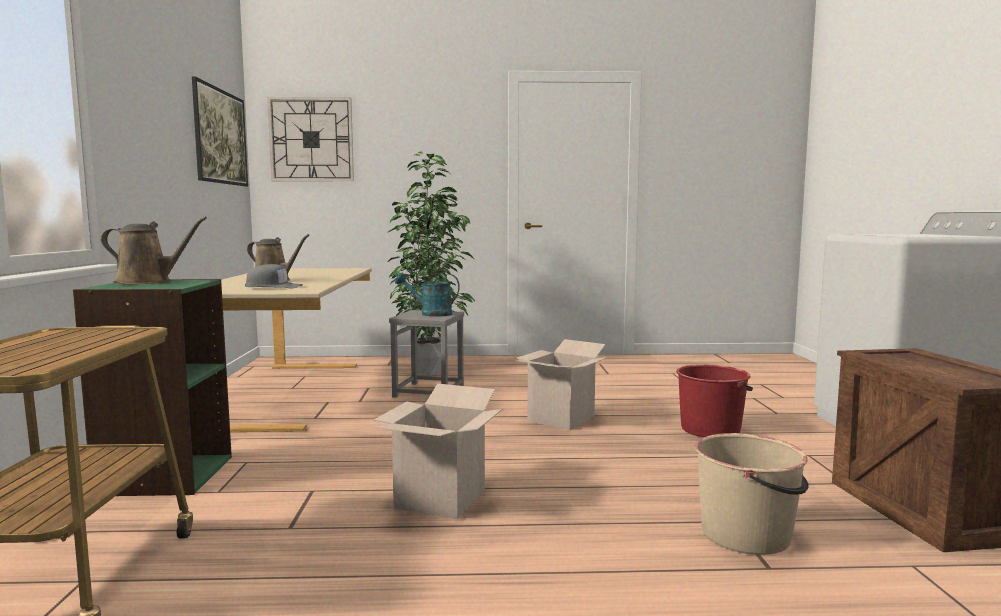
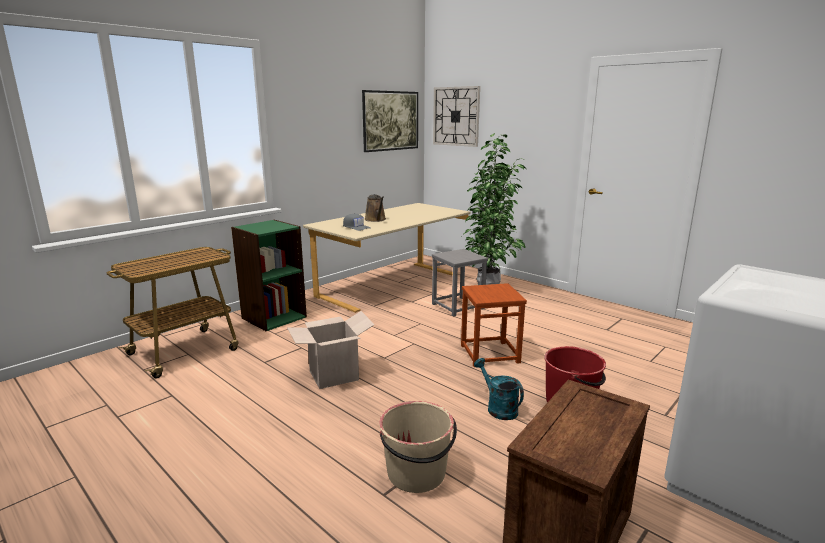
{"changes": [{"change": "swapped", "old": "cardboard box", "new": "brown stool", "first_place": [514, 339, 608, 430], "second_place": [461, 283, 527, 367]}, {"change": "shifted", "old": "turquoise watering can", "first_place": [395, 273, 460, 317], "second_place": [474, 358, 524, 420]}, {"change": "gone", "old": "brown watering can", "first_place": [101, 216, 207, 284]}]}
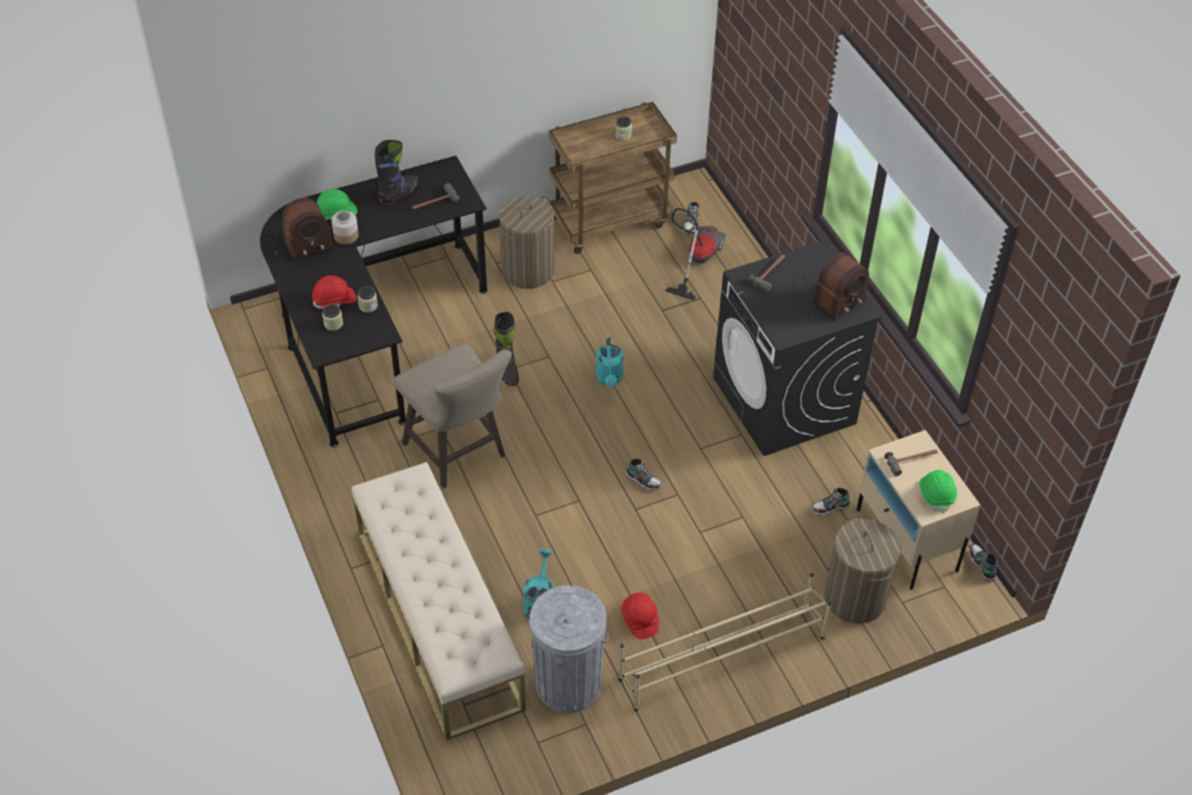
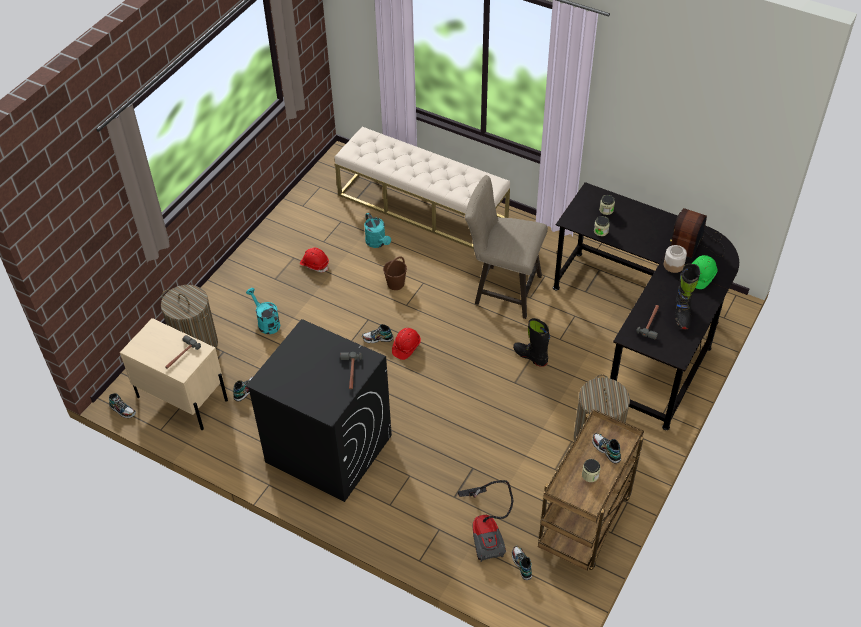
{"changes": [{"change": "shifted", "old": "turquoise watering can", "first_place": [596, 337, 623, 387], "second_place": [246, 288, 280, 334]}, {"change": "new", "new": "brown bucket", "second_place": [383, 256, 407, 290]}, {"change": "shifted", "old": "red hard hat", "first_place": [312, 275, 357, 309], "second_place": [392, 328, 421, 360]}, {"change": "new", "new": "shoe", "second_place": [592, 433, 621, 463]}, {"change": "gone", "old": "grey trash can", "first_place": [529, 585, 609, 713]}, {"change": "gone", "old": "beige shoe rack", "first_place": [618, 573, 832, 711]}, {"change": "gone", "old": "radio", "first_place": [788, 252, 869, 321]}, {"change": "gone", "old": "green hard hat", "first_place": [919, 470, 957, 514]}]}
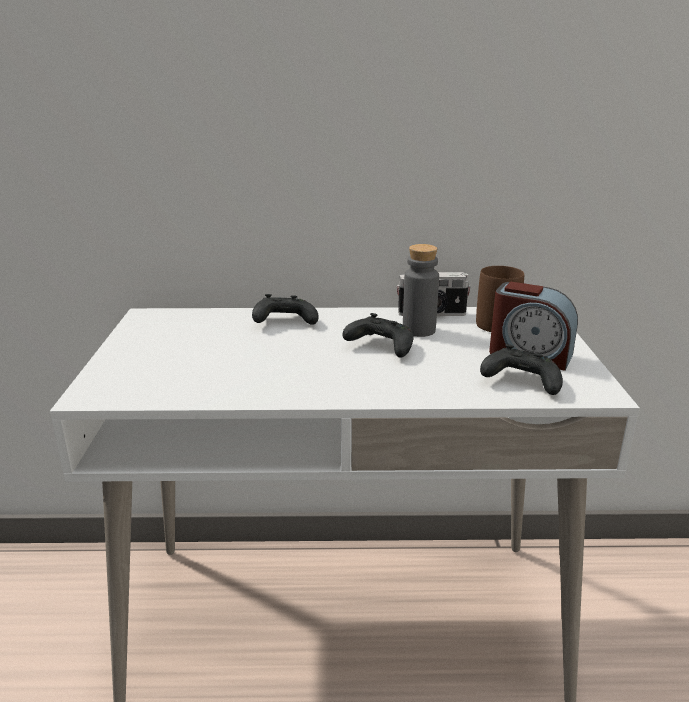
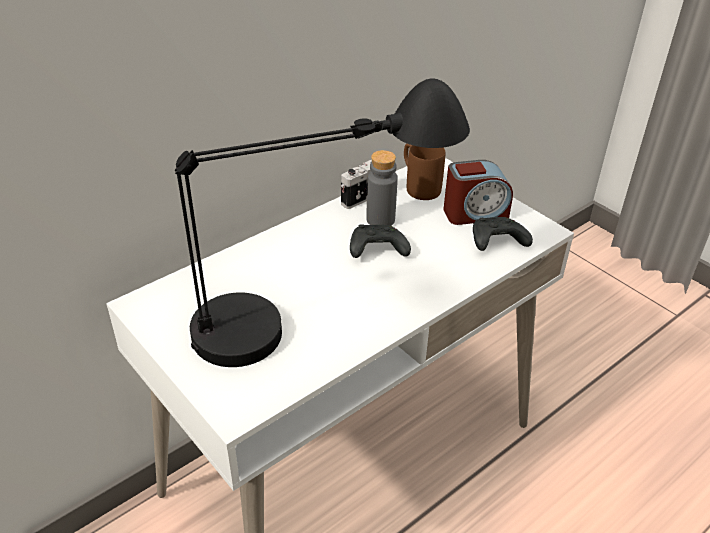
{"changes": [{"change": "new", "new": "black table lamp", "second_place": [175, 78, 470, 367]}, {"change": "gone", "old": "black game controller", "first_place": [252, 294, 319, 325]}]}
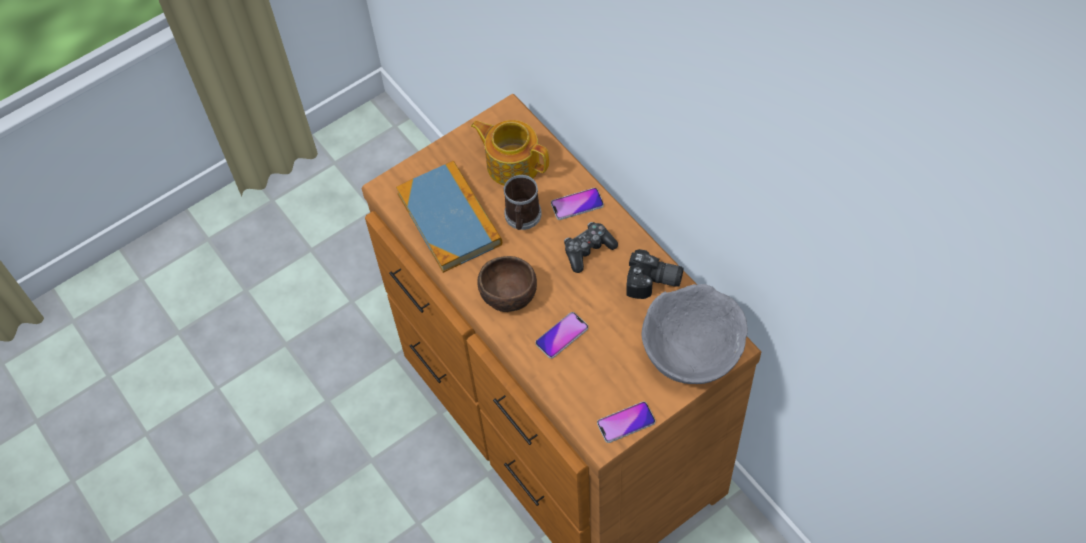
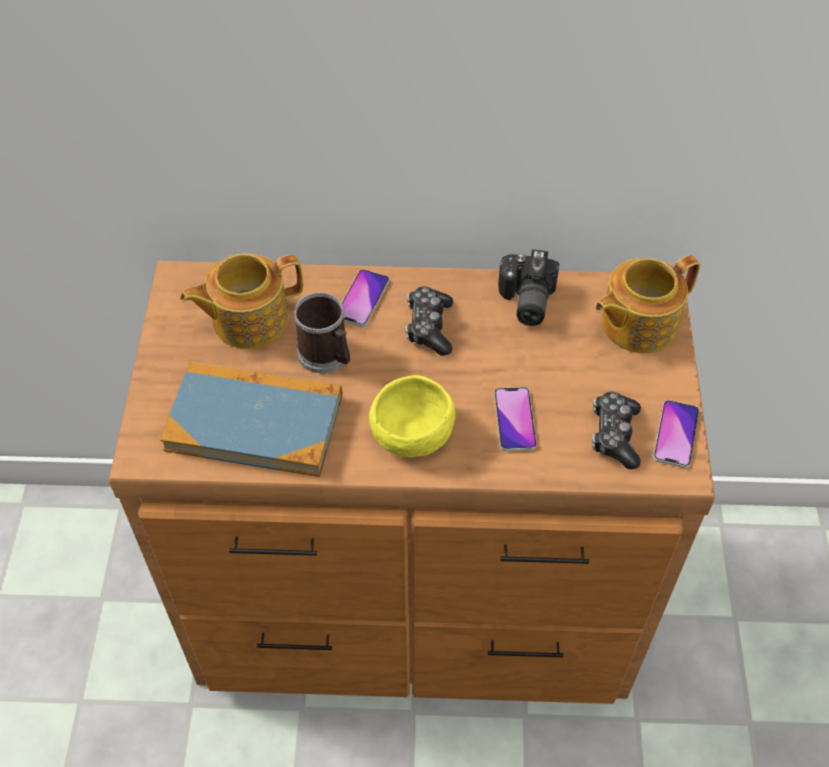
{"changes": [{"change": "repainted", "old": "brown bowl", "new": "yellow bowl", "first_place": [477, 256, 537, 312], "second_place": [369, 375, 456, 457]}, {"change": "rotated", "old": "photo camera", "first_place": [626, 249, 684, 299], "second_place": [498, 249, 559, 326], "degrees": 135}, {"change": "new", "new": "game controller", "second_place": [592, 392, 641, 469]}, {"change": "swapped", "old": "grey bowl", "new": "teapot", "first_place": [641, 284, 748, 384], "second_place": [595, 255, 700, 353]}]}
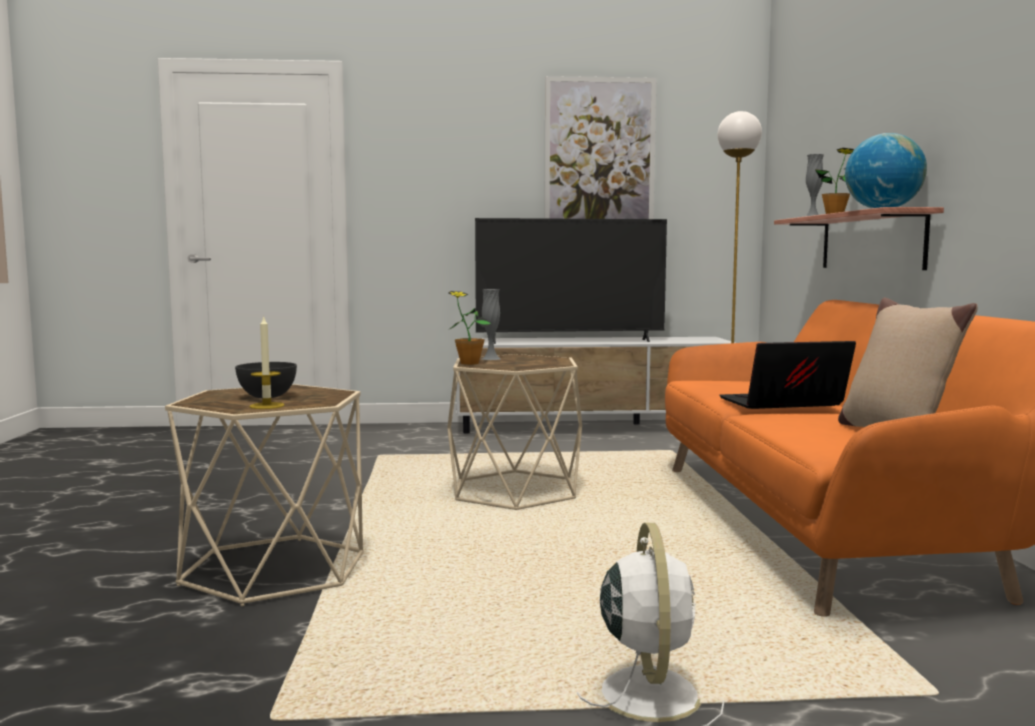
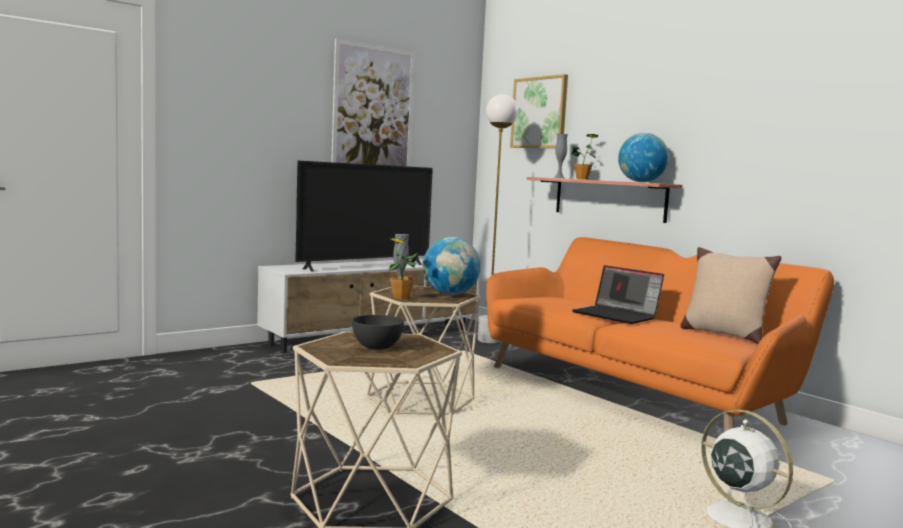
{"changes": [{"change": "new", "new": "globe", "second_place": [423, 237, 481, 295]}, {"change": "new", "new": "picture", "second_place": [510, 74, 568, 148]}, {"change": "rotated", "old": "laptop", "first_place": [719, 341, 856, 409], "second_place": [572, 265, 664, 324], "degrees": -90}, {"change": "gone", "old": "candle", "first_place": [250, 315, 284, 409]}]}
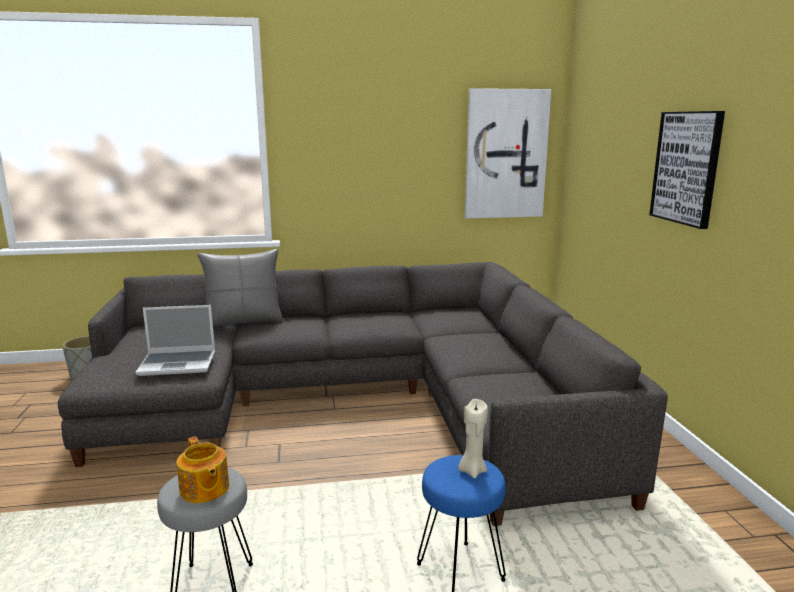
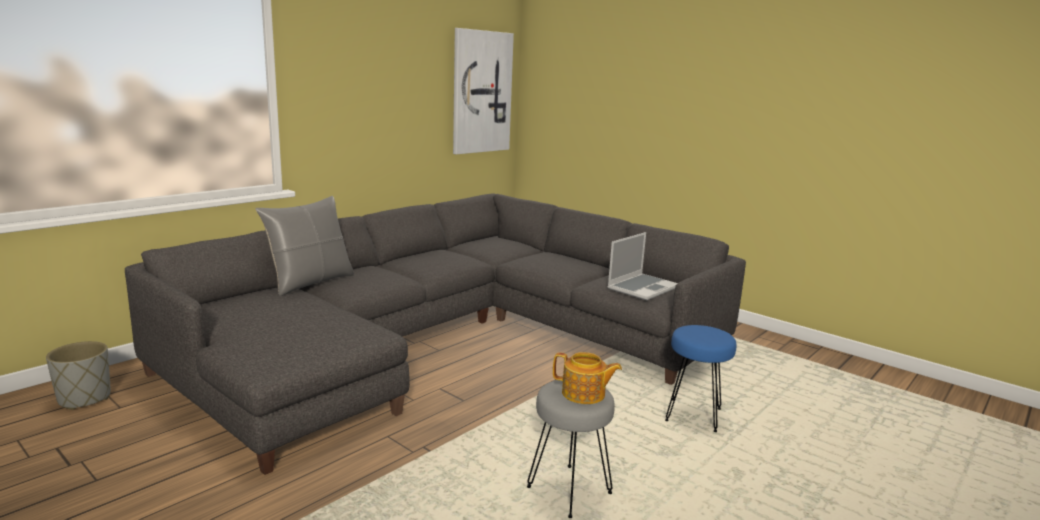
{"changes": [{"change": "shifted", "old": "laptop", "first_place": [136, 305, 215, 376], "second_place": [607, 232, 678, 300]}, {"change": "gone", "old": "beige candle", "first_place": [458, 399, 488, 479]}, {"change": "gone", "old": "picture", "first_place": [649, 111, 725, 229]}]}
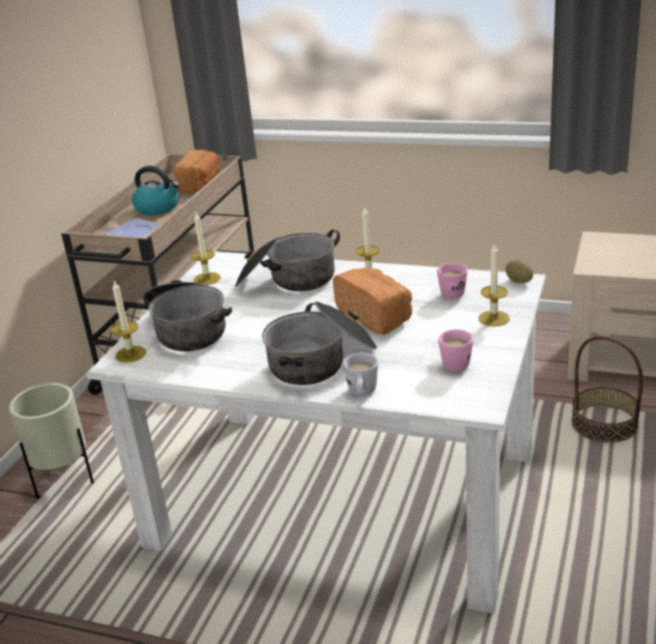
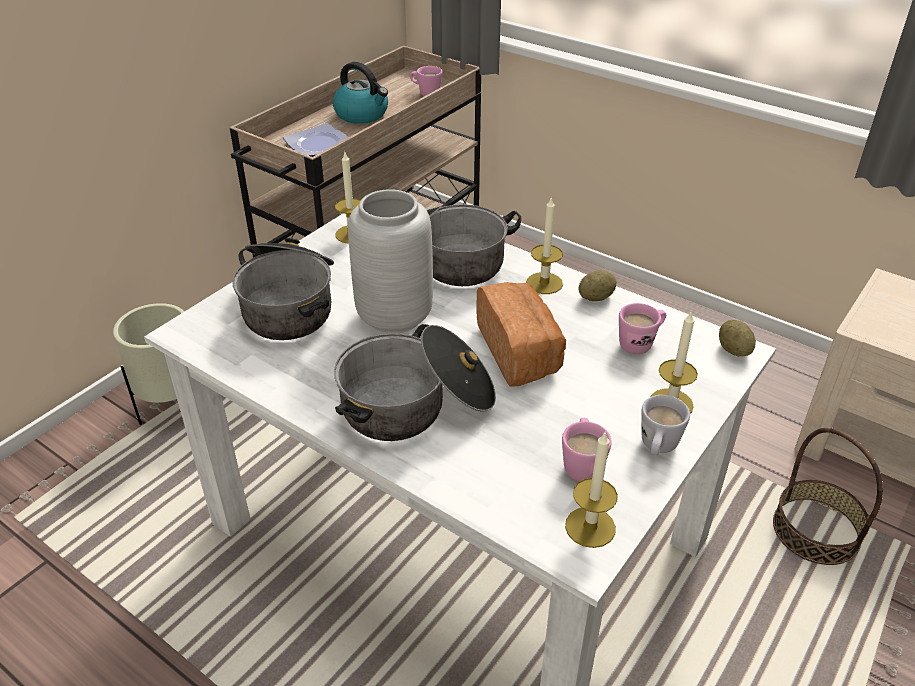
{"changes": [{"change": "new", "new": "grey vase", "second_place": [348, 189, 433, 333]}, {"change": "swapped", "old": "bread", "new": "pink mug", "first_place": [174, 150, 220, 193], "second_place": [410, 66, 443, 96]}, {"change": "shifted", "old": "candle", "first_place": [112, 281, 146, 363], "second_place": [565, 431, 618, 548]}, {"change": "new", "new": "potato", "second_place": [579, 271, 617, 301]}, {"change": "shifted", "old": "white mug", "first_place": [343, 353, 378, 396], "second_place": [641, 395, 690, 455]}]}
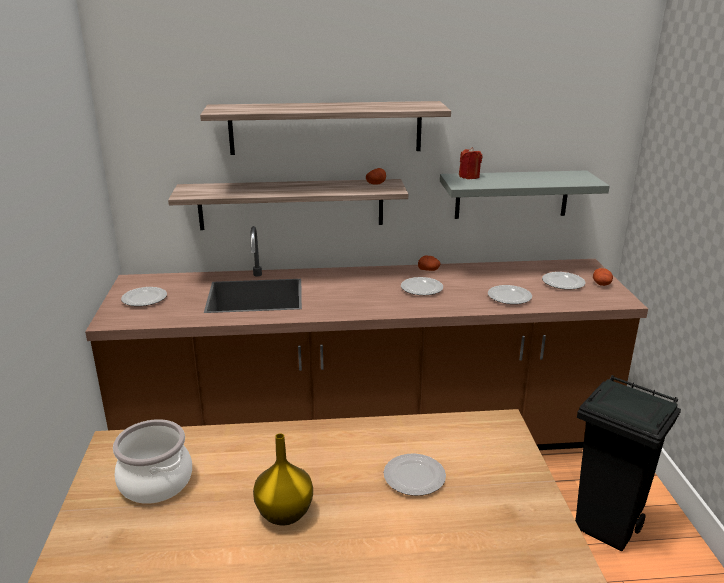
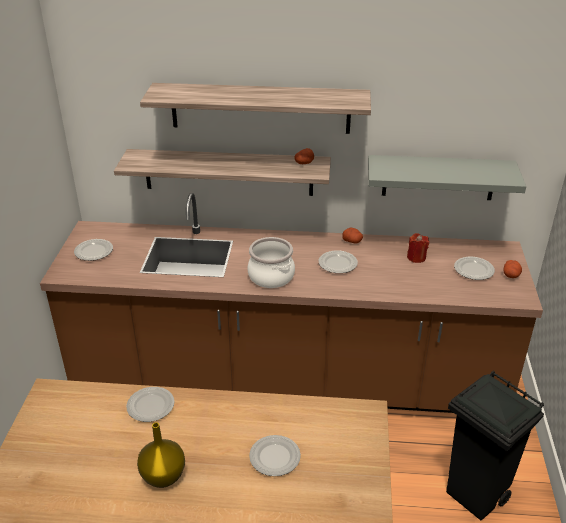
{"changes": [{"change": "shifted", "old": "plate", "first_place": [488, 285, 532, 304], "second_place": [126, 387, 175, 422]}, {"change": "shifted", "old": "cooking pot", "first_place": [113, 419, 192, 504], "second_place": [248, 237, 295, 288]}, {"change": "shifted", "old": "red candle", "first_place": [459, 147, 482, 179], "second_place": [407, 233, 429, 263]}]}
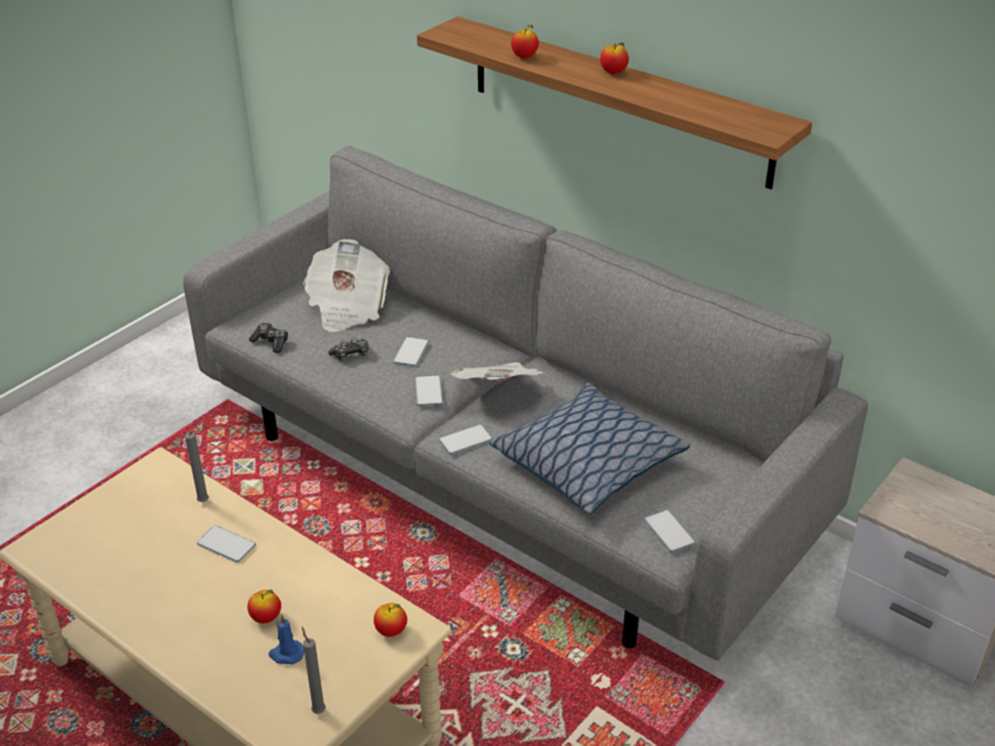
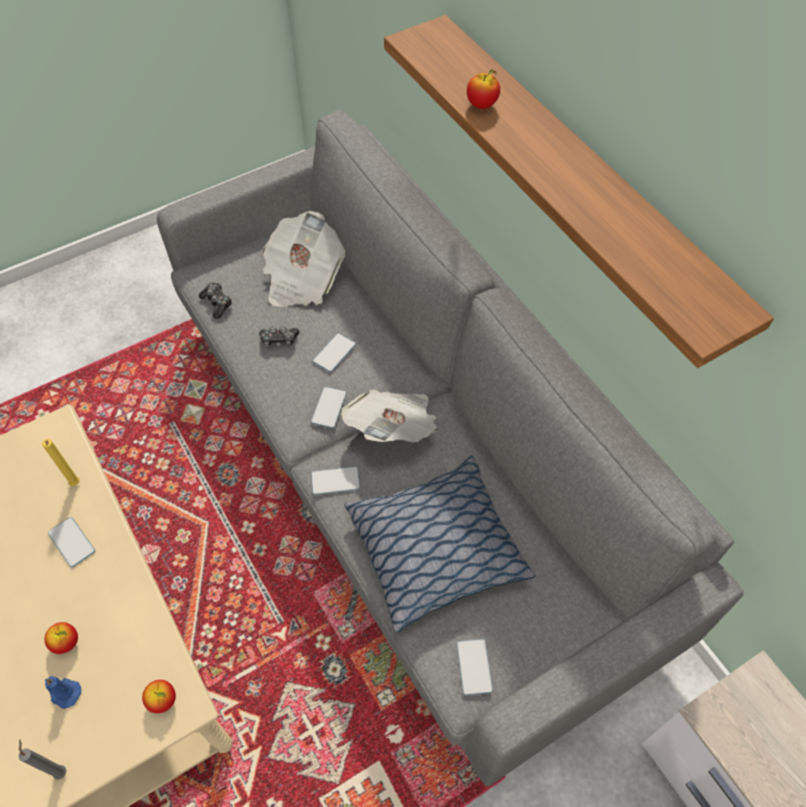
{"changes": [{"change": "repainted", "old": "grey candle", "new": "yellow candle", "first_place": [185, 430, 209, 502], "second_place": [42, 439, 80, 486]}, {"change": "gone", "old": "apple", "first_place": [600, 42, 629, 74]}]}
